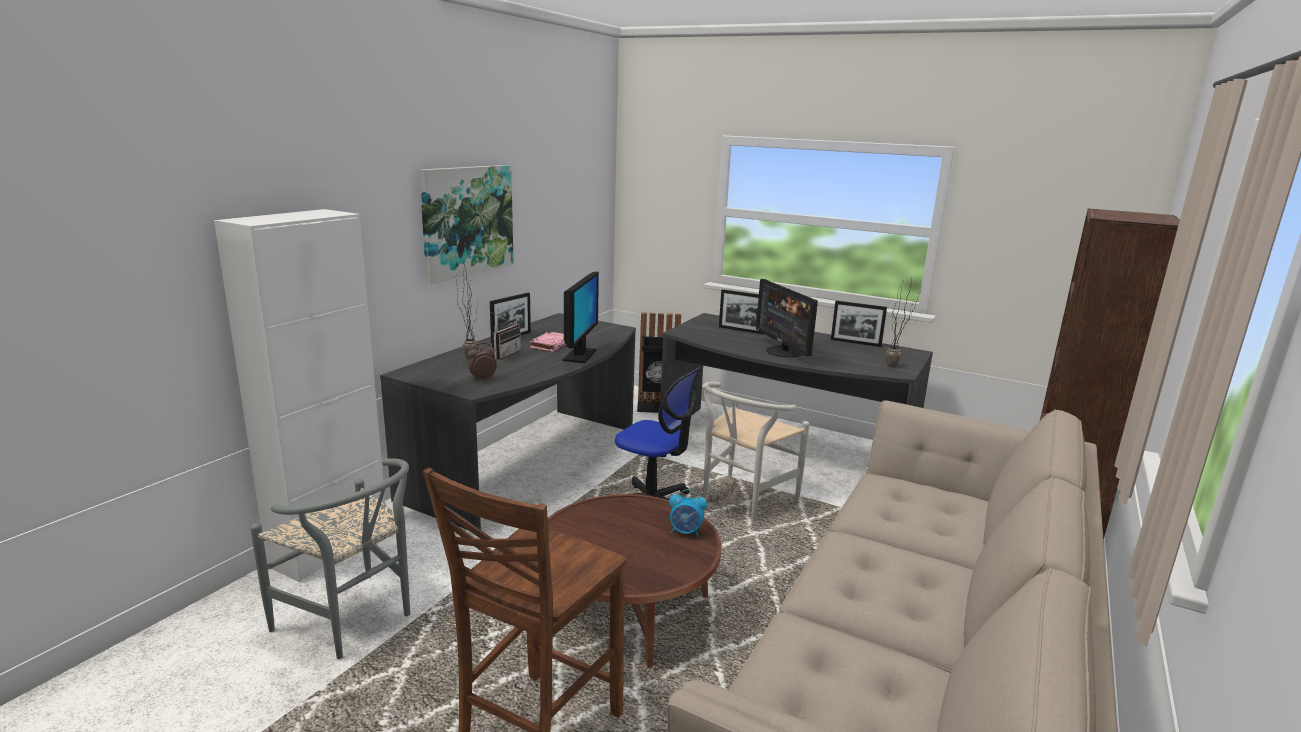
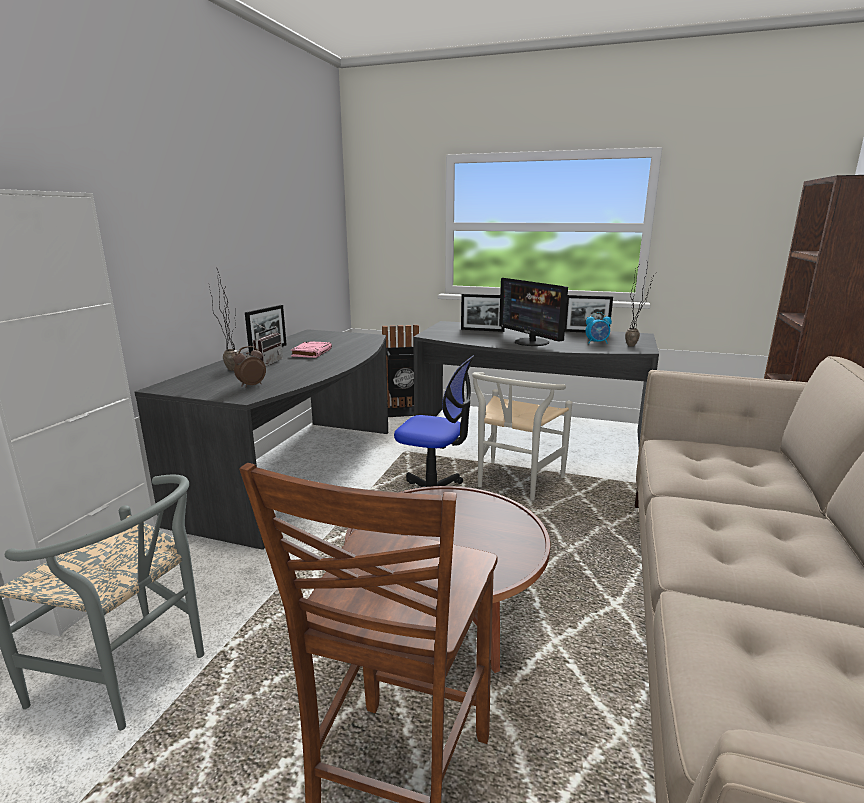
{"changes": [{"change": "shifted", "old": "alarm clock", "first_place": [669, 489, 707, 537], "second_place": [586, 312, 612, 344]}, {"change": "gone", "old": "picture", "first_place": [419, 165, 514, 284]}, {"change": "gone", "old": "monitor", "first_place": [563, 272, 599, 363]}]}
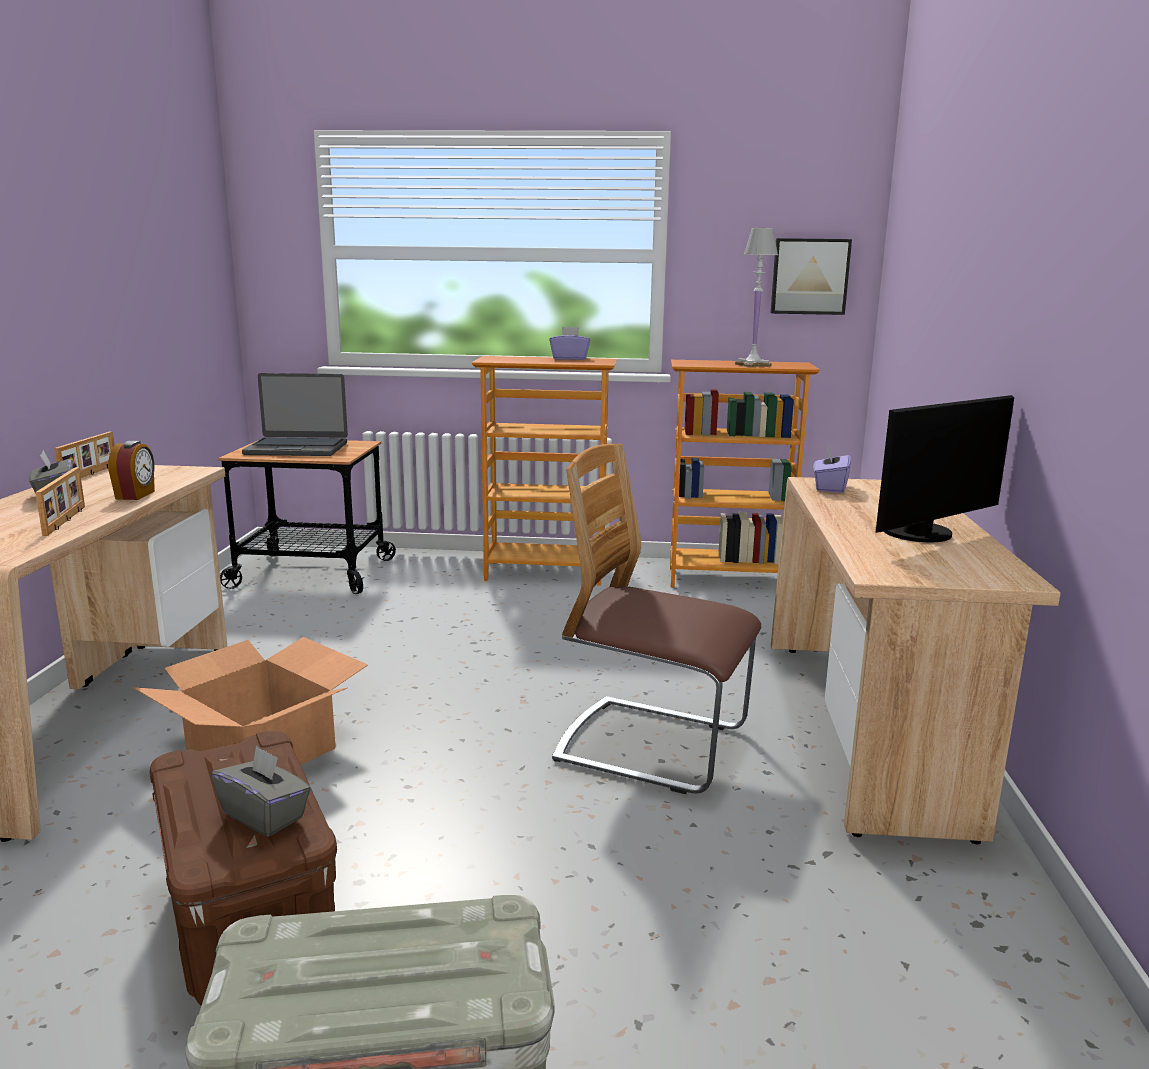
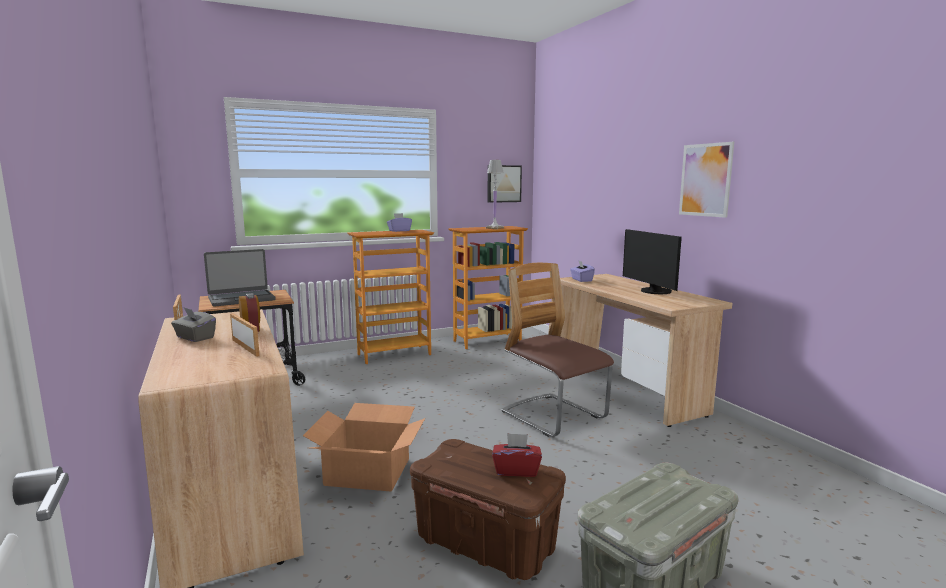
{"changes": [{"change": "repainted", "old": "grey tissue box", "new": "red tissue box", "first_place": [211, 745, 311, 837], "second_place": [492, 433, 542, 477]}, {"change": "rotated", "old": "chair", "first_place": [552, 444, 761, 794], "second_place": [501, 263, 614, 437], "degrees": 60}, {"change": "rotated", "old": "monitor", "first_place": [876, 395, 1014, 542], "second_place": [623, 229, 682, 294], "degrees": 135}, {"change": "new", "new": "picture", "second_place": [679, 142, 734, 218]}]}
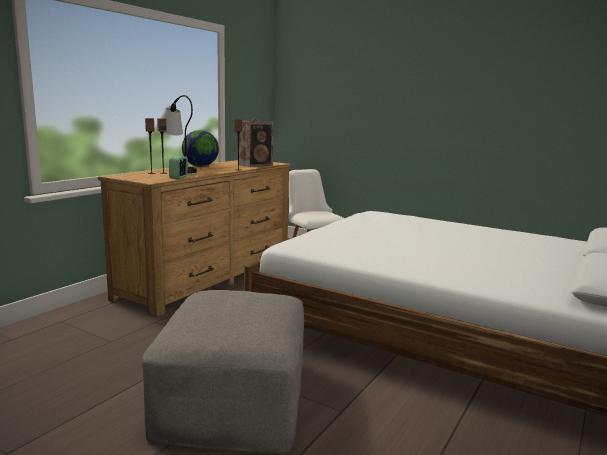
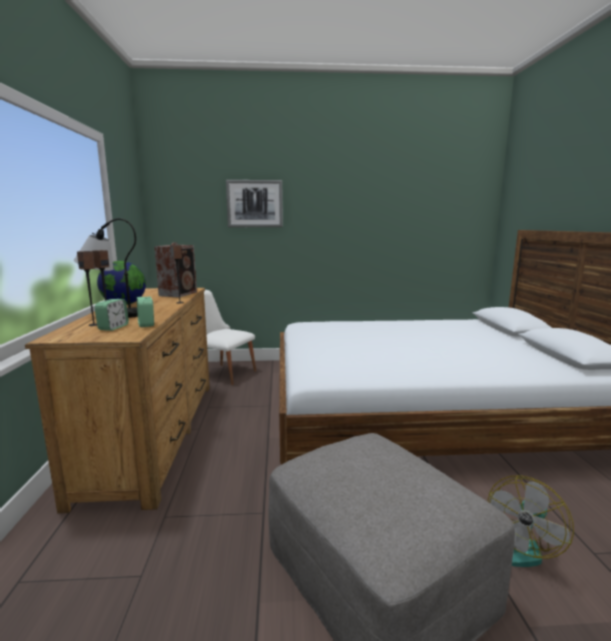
{"changes": [{"change": "new", "new": "alarm clock", "second_place": [95, 299, 129, 331]}, {"change": "new", "new": "picture", "second_place": [226, 180, 283, 227]}, {"change": "new", "new": "fan", "second_place": [487, 475, 574, 567]}]}
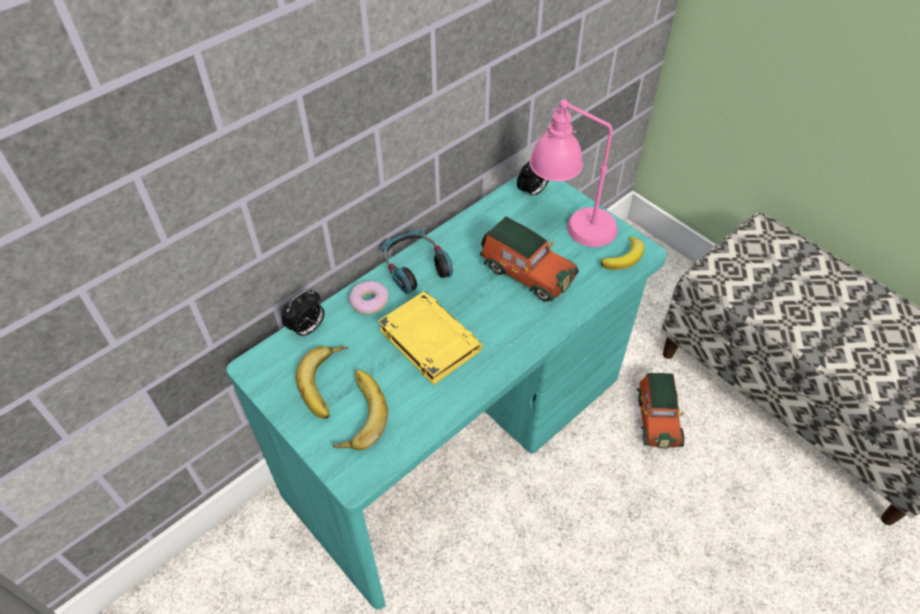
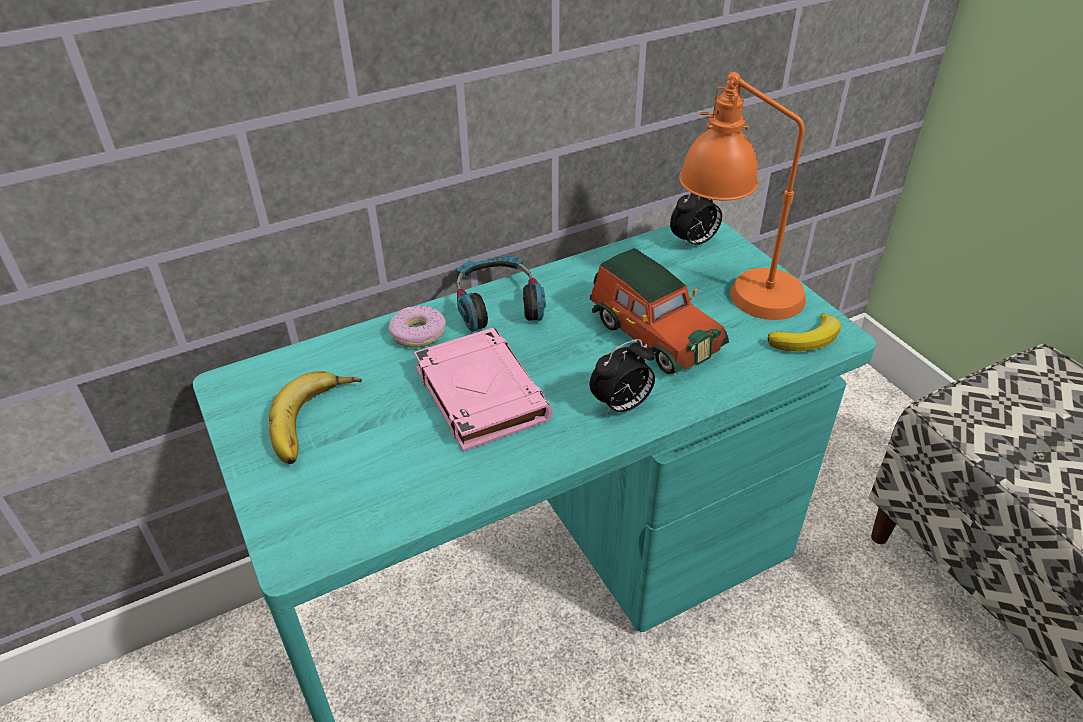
{"changes": [{"change": "repainted", "old": "yellow book", "new": "pink book", "first_place": [378, 291, 483, 385], "second_place": [414, 328, 553, 452]}, {"change": "shifted", "old": "alarm clock", "first_place": [281, 290, 324, 338], "second_place": [589, 339, 655, 416]}, {"change": "repainted", "old": "pink table lamp", "new": "orange table lamp", "first_place": [529, 99, 618, 247], "second_place": [679, 72, 806, 320]}, {"change": "gone", "old": "banana", "first_place": [333, 370, 388, 450]}, {"change": "gone", "old": "toy car", "first_place": [637, 373, 684, 449]}]}
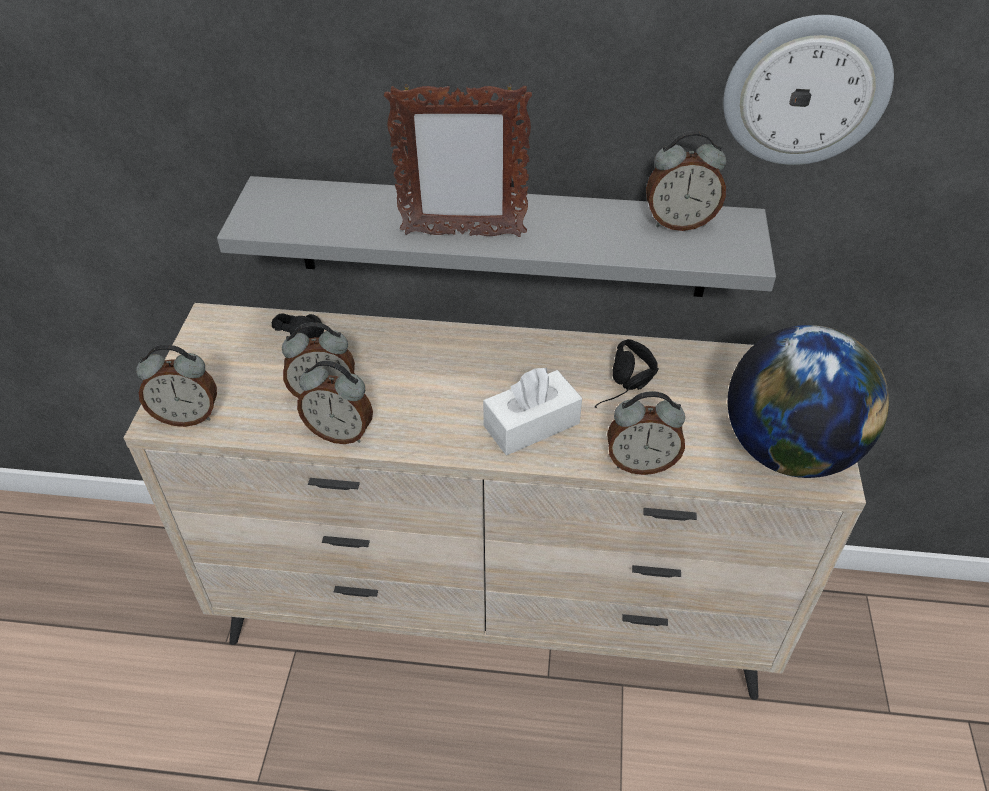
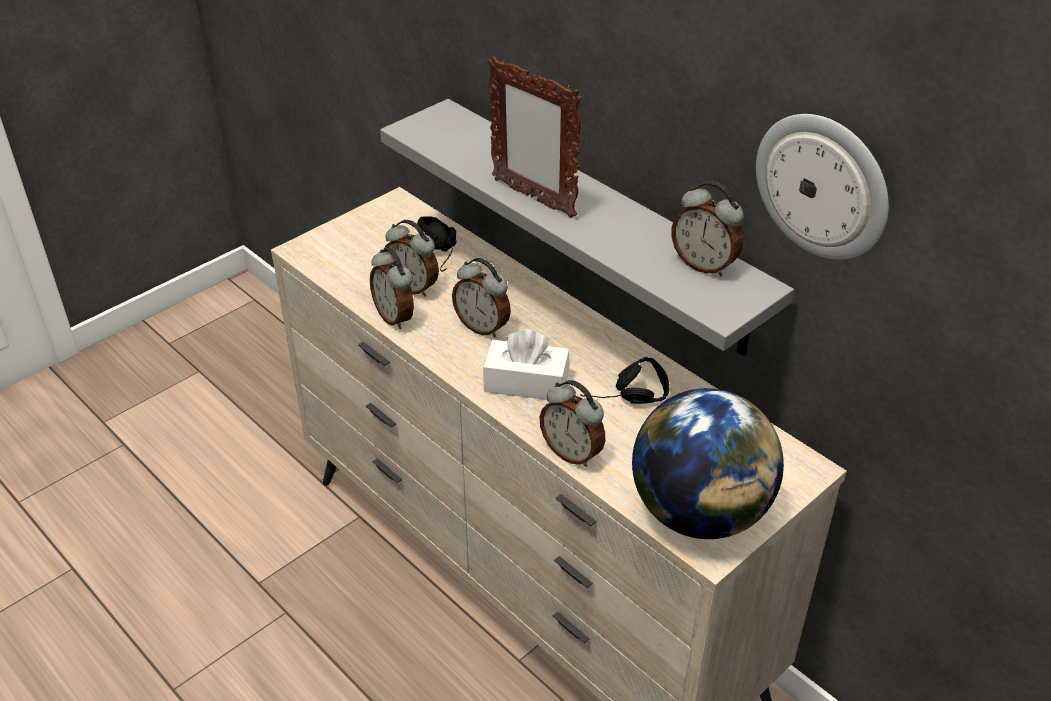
{"changes": [{"change": "shifted", "old": "alarm clock", "first_place": [136, 345, 217, 427], "second_place": [452, 258, 511, 337]}]}
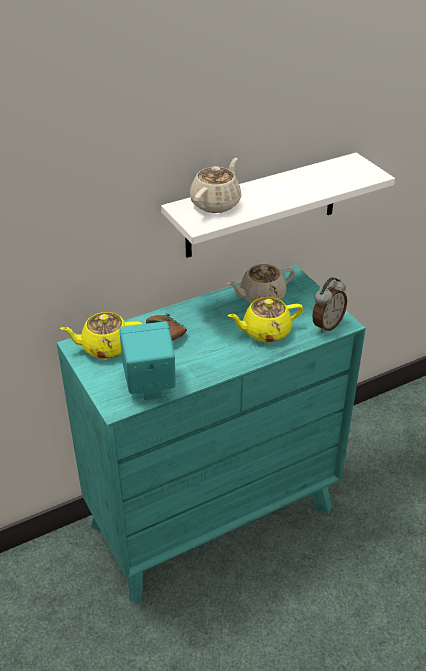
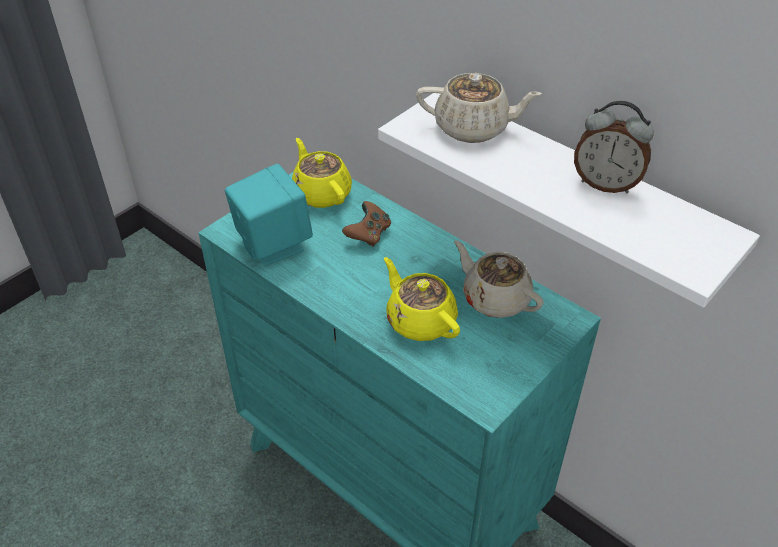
{"changes": [{"change": "shifted", "old": "alarm clock", "first_place": [312, 277, 347, 333], "second_place": [574, 101, 654, 193]}]}
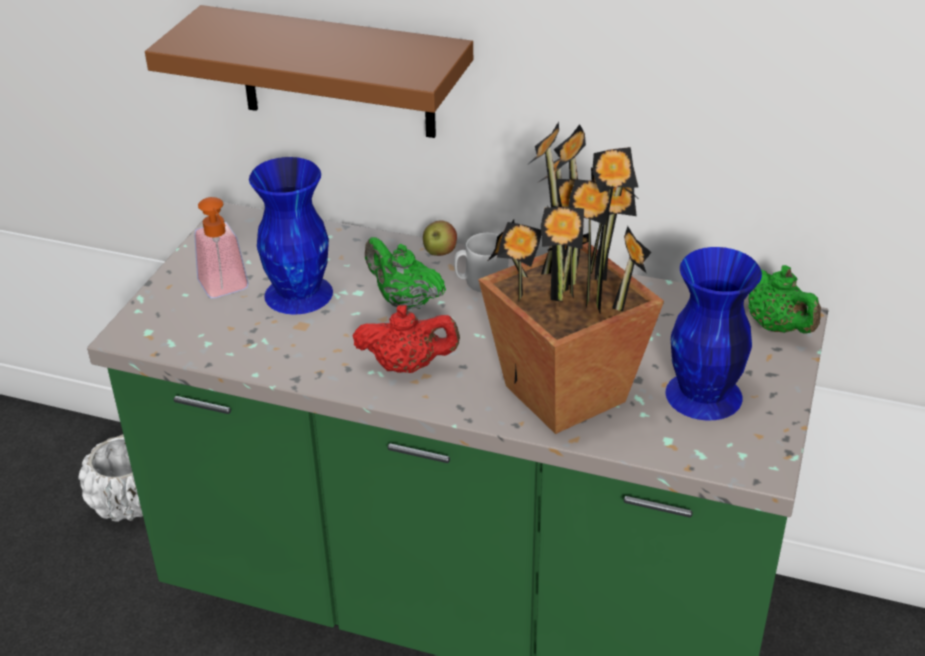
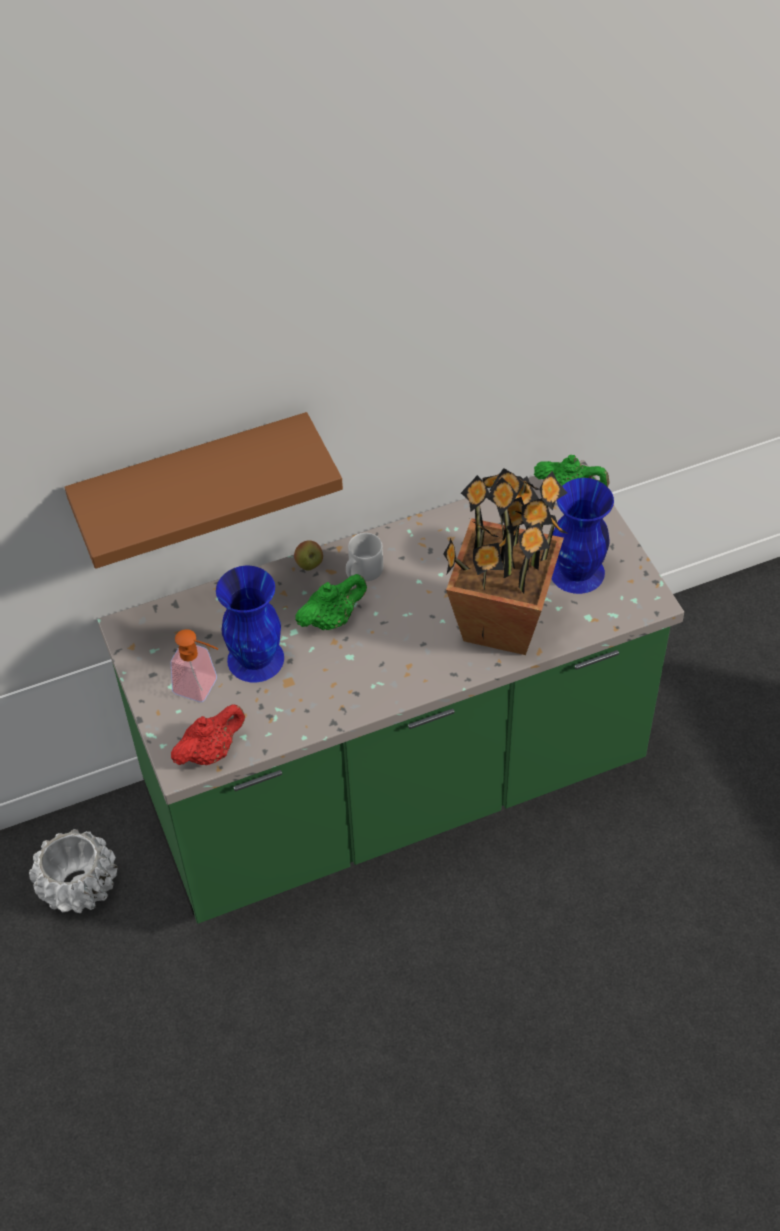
{"changes": [{"change": "shifted", "old": "red teapot", "first_place": [352, 305, 460, 373], "second_place": [171, 704, 245, 765]}, {"change": "rotated", "old": "green teapot", "first_place": [365, 237, 446, 310], "second_place": [295, 574, 367, 630], "degrees": 150}]}
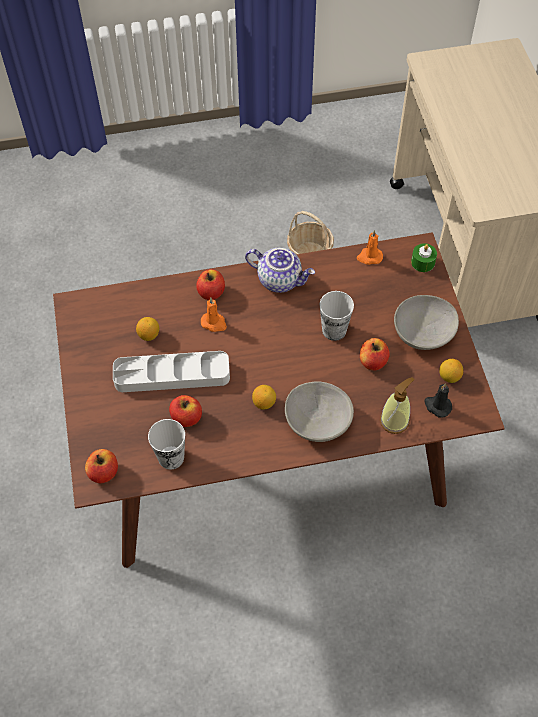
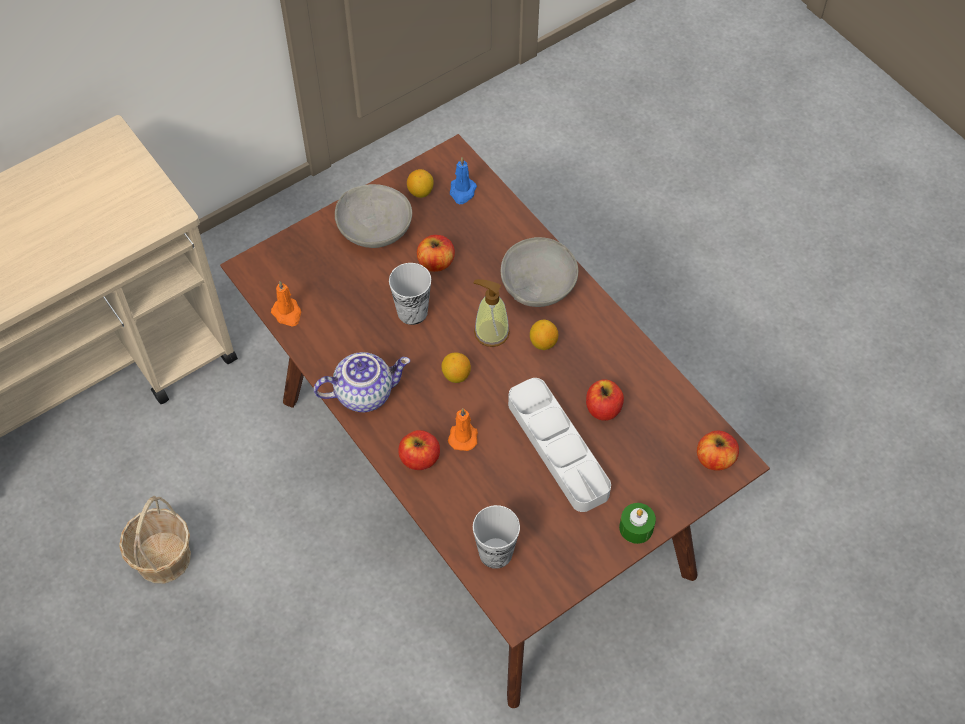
{"changes": [{"change": "rotated", "old": "teapot", "first_place": [245, 248, 315, 293], "second_place": [314, 352, 410, 412], "degrees": 75}, {"change": "shifted", "old": "lemon", "first_place": [136, 317, 159, 341], "second_place": [441, 353, 471, 383]}, {"change": "repainted", "old": "black candle", "new": "blue candle", "first_place": [424, 383, 452, 418], "second_place": [450, 157, 477, 204]}, {"change": "shifted", "old": "cup", "first_place": [148, 419, 185, 470], "second_place": [473, 505, 520, 569]}, {"change": "shifted", "old": "soap dispenser", "first_place": [380, 377, 415, 434], "second_place": [474, 279, 510, 347]}, {"change": "shifted", "old": "green candle", "first_place": [411, 243, 437, 272], "second_place": [619, 503, 656, 544]}]}
